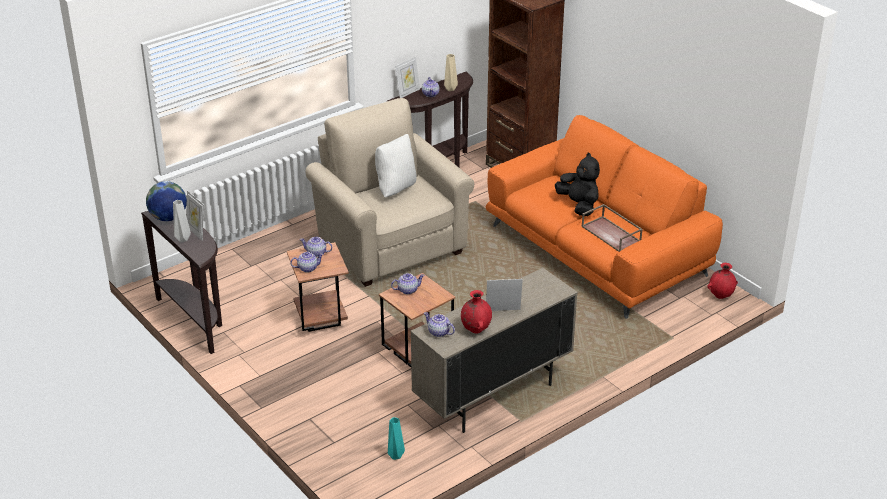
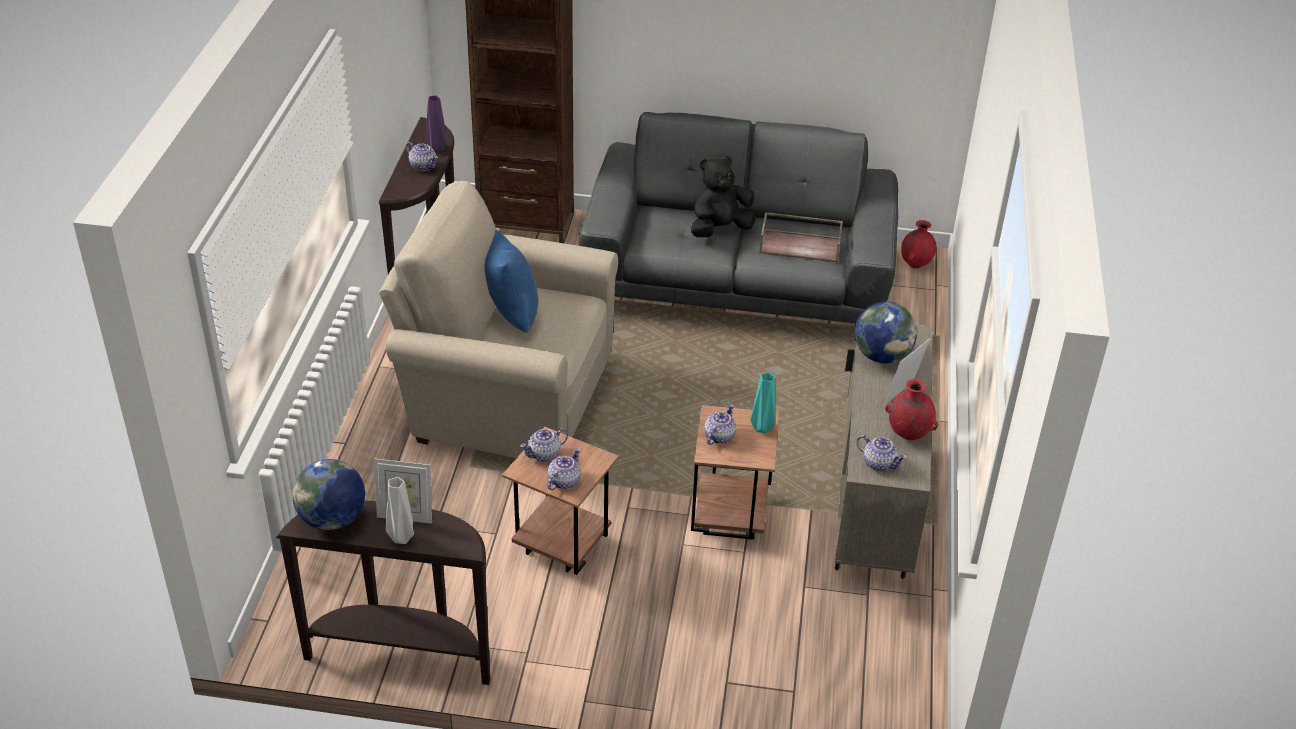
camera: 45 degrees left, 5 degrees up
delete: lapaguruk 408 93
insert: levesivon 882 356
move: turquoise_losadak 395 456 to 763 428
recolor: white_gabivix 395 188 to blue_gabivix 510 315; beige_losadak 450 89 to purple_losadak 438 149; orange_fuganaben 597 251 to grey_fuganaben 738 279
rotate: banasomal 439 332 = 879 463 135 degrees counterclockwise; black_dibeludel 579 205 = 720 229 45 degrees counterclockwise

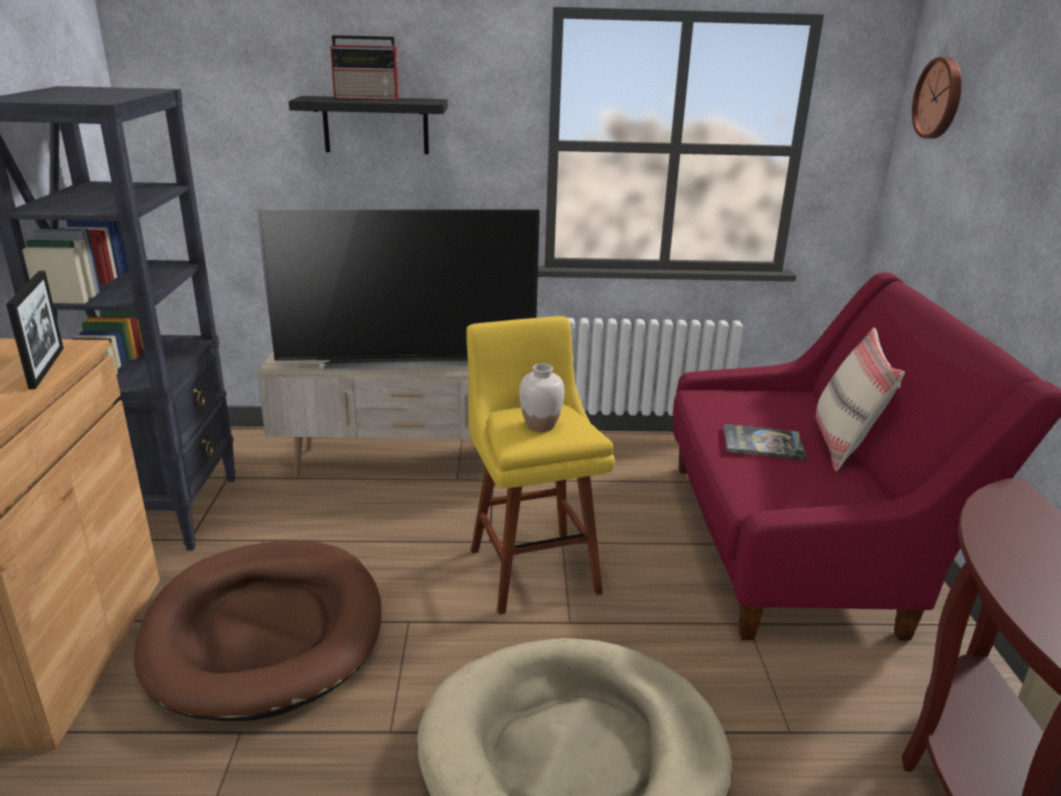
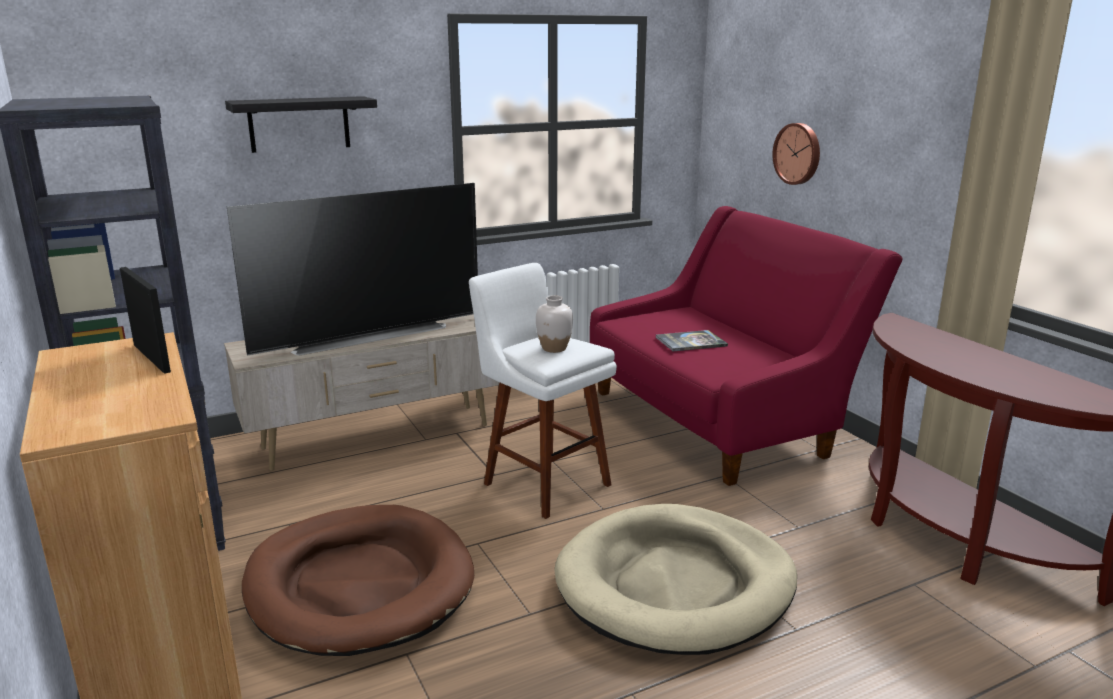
camera: 25 degrees left, 5 degrees down
delete: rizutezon 368 98; beige_gabivix 844 445
move: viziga 940 98 to 798 153
recolor: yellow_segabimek 532 566 to white_segabimek 542 482

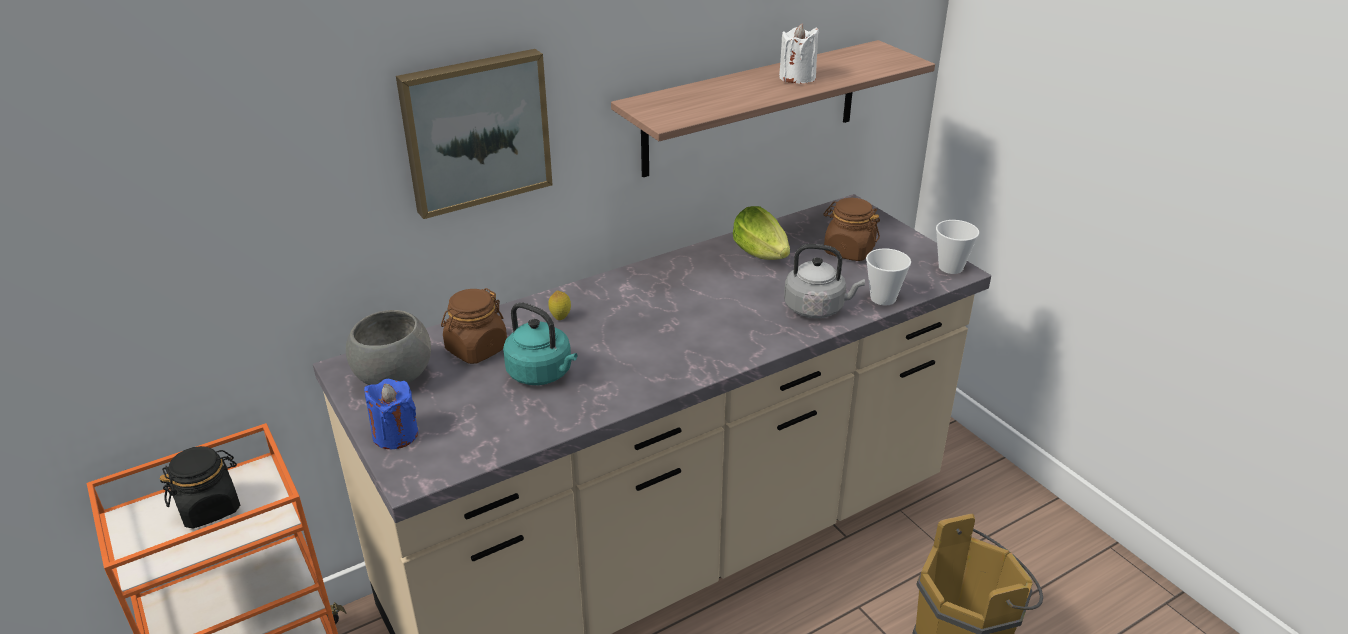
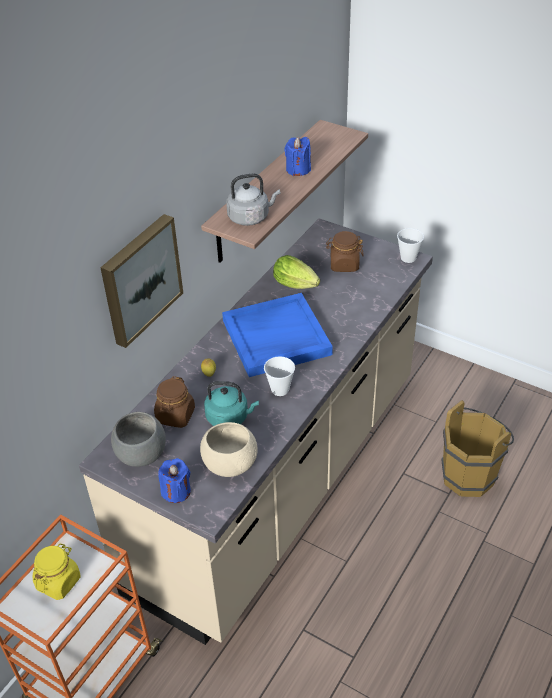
camera: 25 degrees left, 10 degrees up
insert: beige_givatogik 229 464; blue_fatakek 275 338
move: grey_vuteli 817 308 to 250 217; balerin 883 298 to 280 389
recolor: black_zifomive 210 508 to yellow_zifomive 58 581; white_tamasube 797 77 to blue_tamasube 298 169

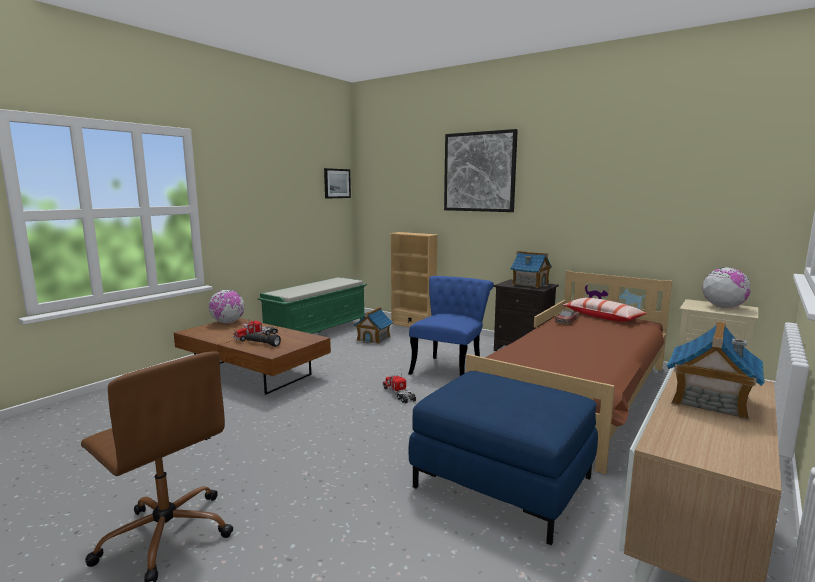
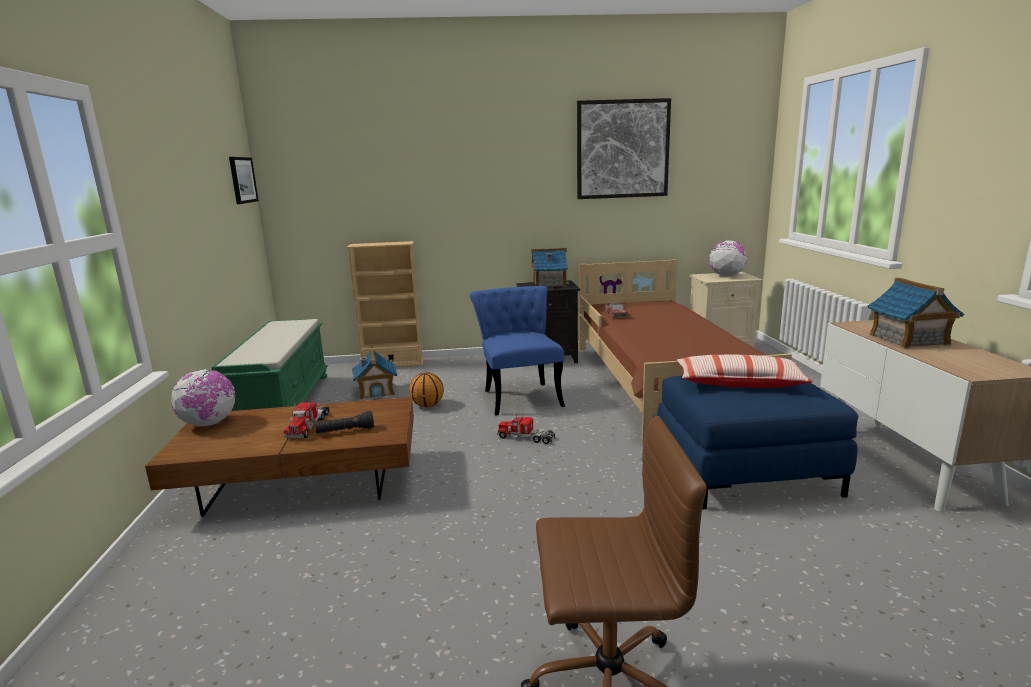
camera: 40 degrees left, 5 degrees up
insert: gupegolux 427 405
move: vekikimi 479 172 to 622 149; gabivix 602 317 to 739 383

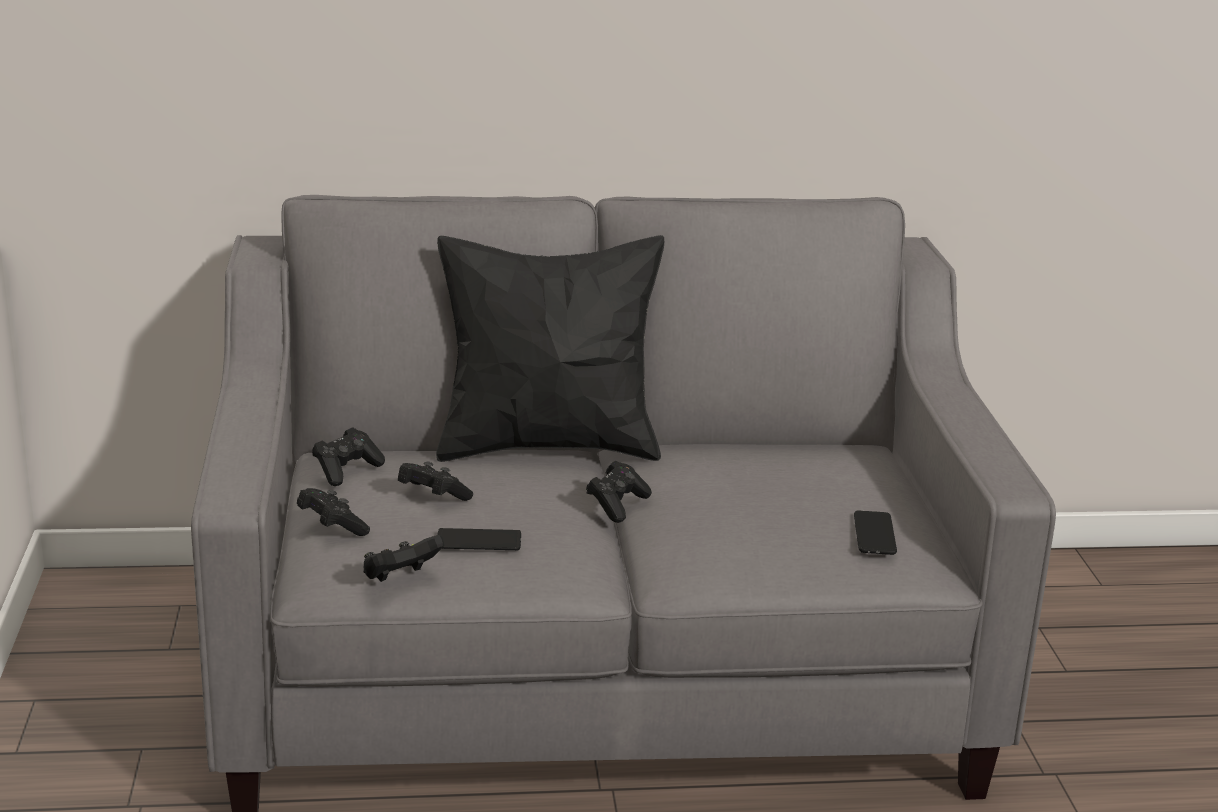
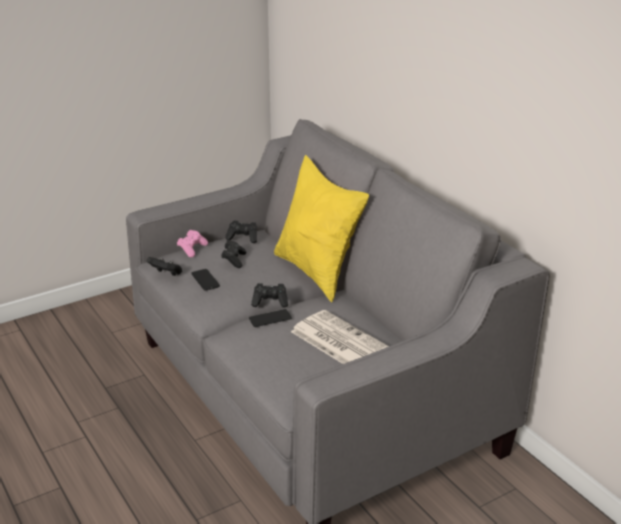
camera: 65 degrees right, 5 degrees up
insert: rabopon 338 341
move: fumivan 874 534 to 270 318
recolor: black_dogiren 331 527 to pink_dogiren 192 249; black_gabivix 548 445 to yellow_gabivix 317 272

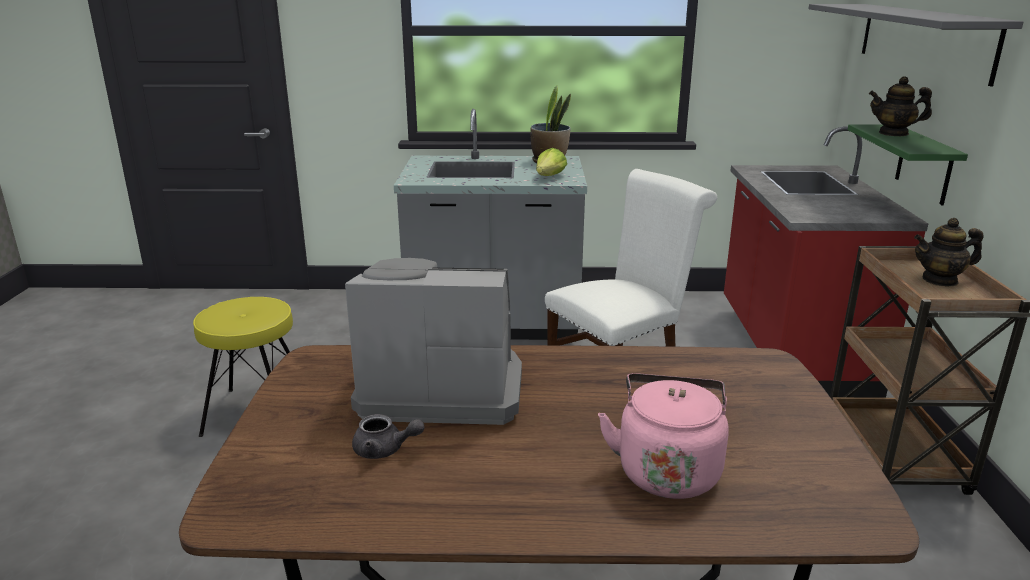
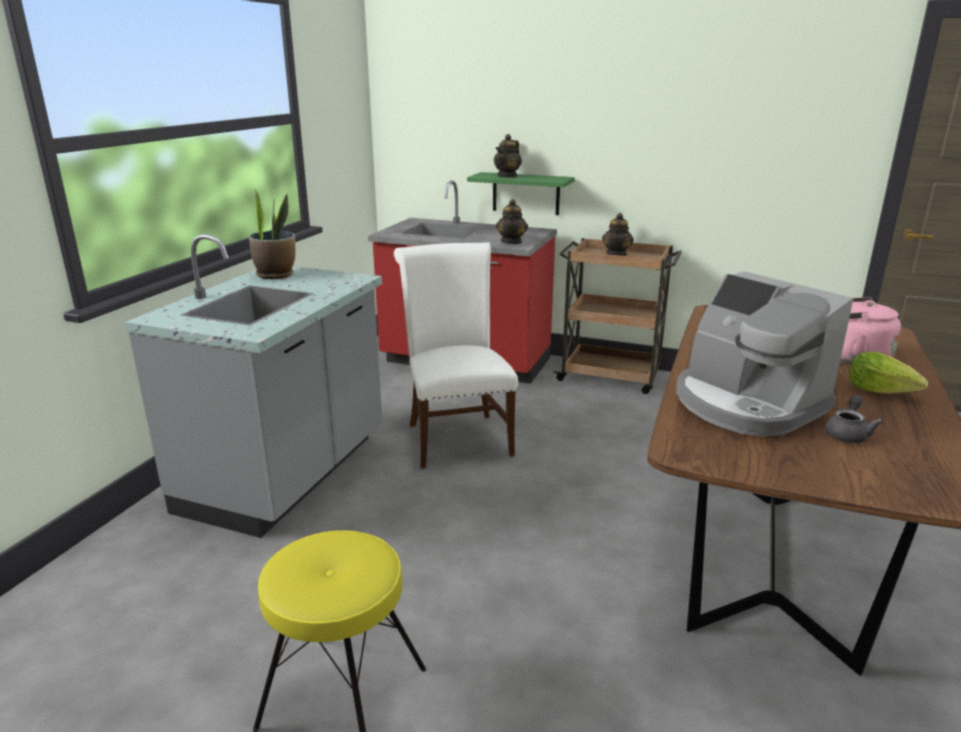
camera: 70 degrees left, 0 degrees up
delete: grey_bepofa 923 39
insert: banasomal 512 242
move: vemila 549 177 to 880 391
rotate: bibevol 440 388 = 746 404 60 degrees counterclockwise

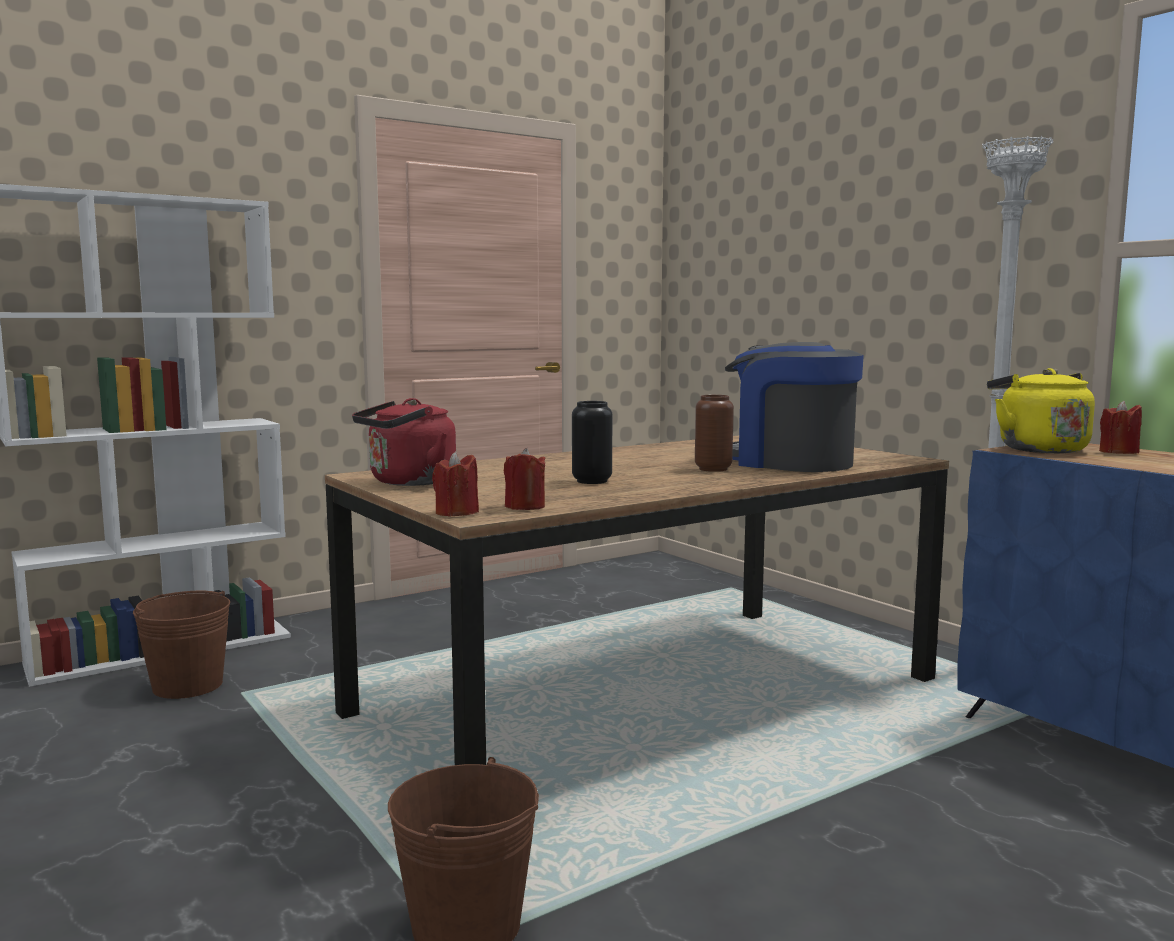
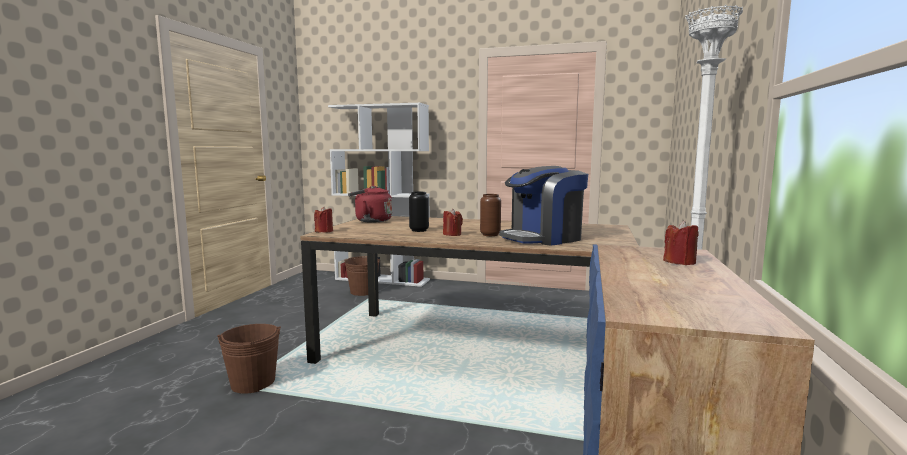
camera: 50 degrees right, 0 degrees up
delete: yellow_vuteli 1037 449
move: red_tamasube 525 506 to 452 234
rotate: bibevol 789 462 = 543 238 120 degrees counterclockwise

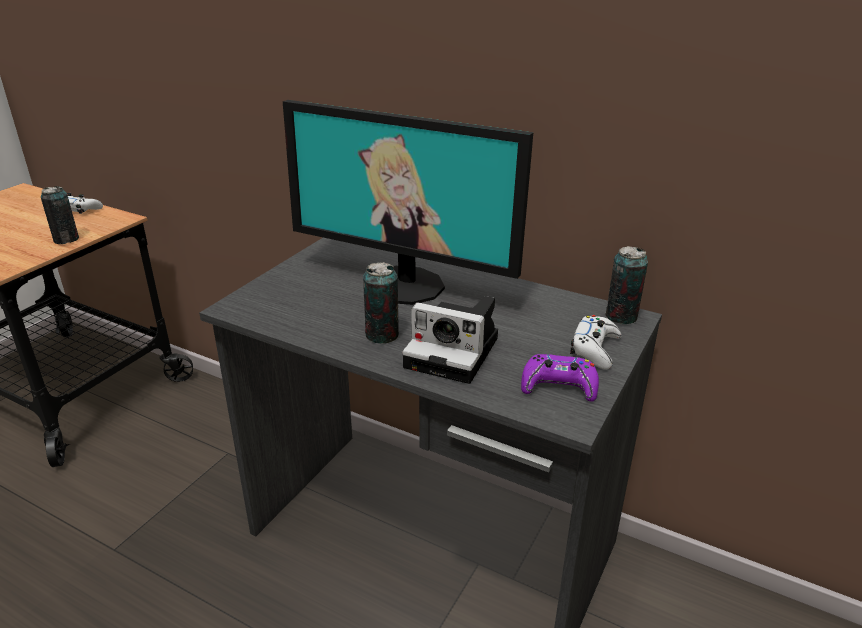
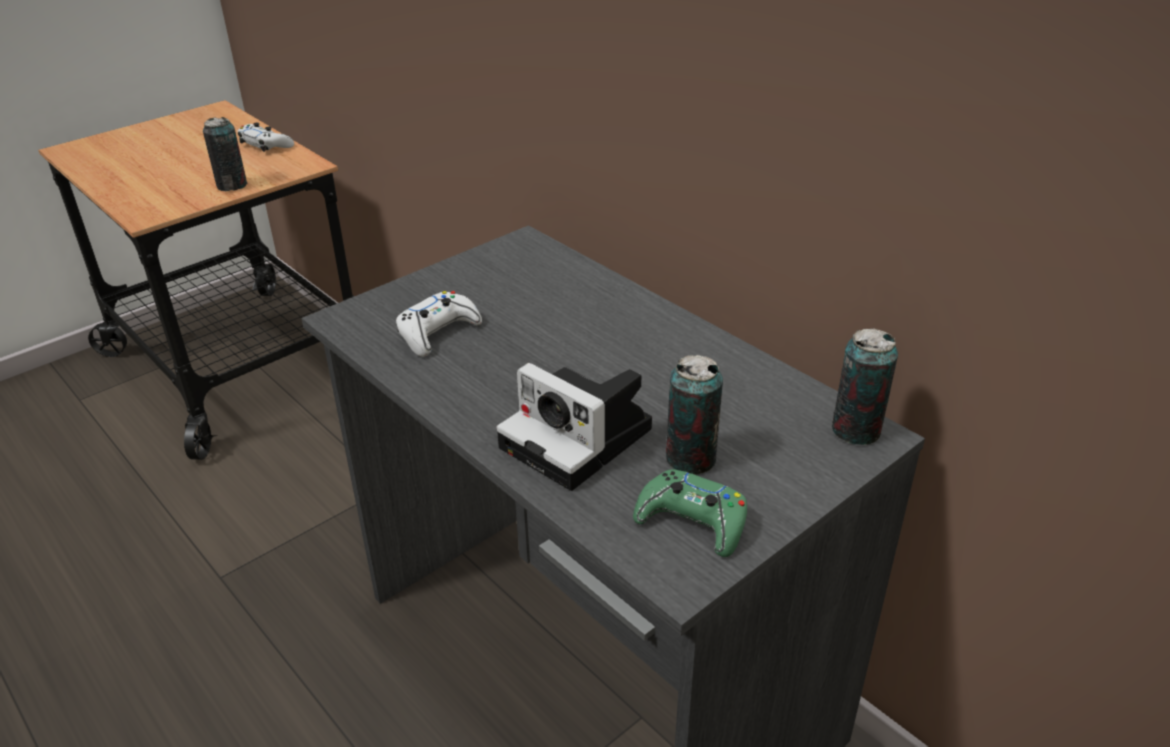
camera: 20 degrees right, 5 degrees up
delete: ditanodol 405 284
move: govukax 382 335 to 690 459; white_dogiren 594 349 to 437 332
recolor: purple_dogiren 559 386 to green_dogiren 692 521

